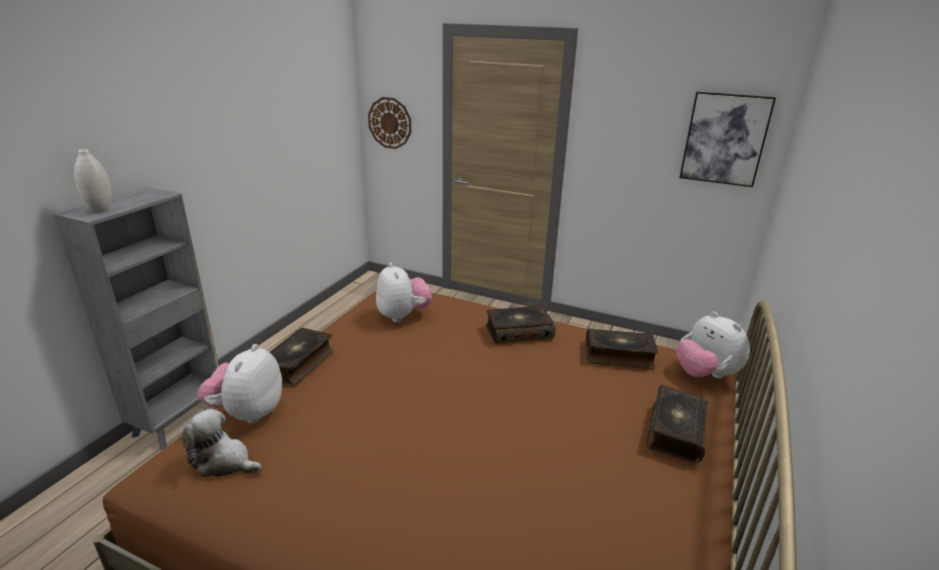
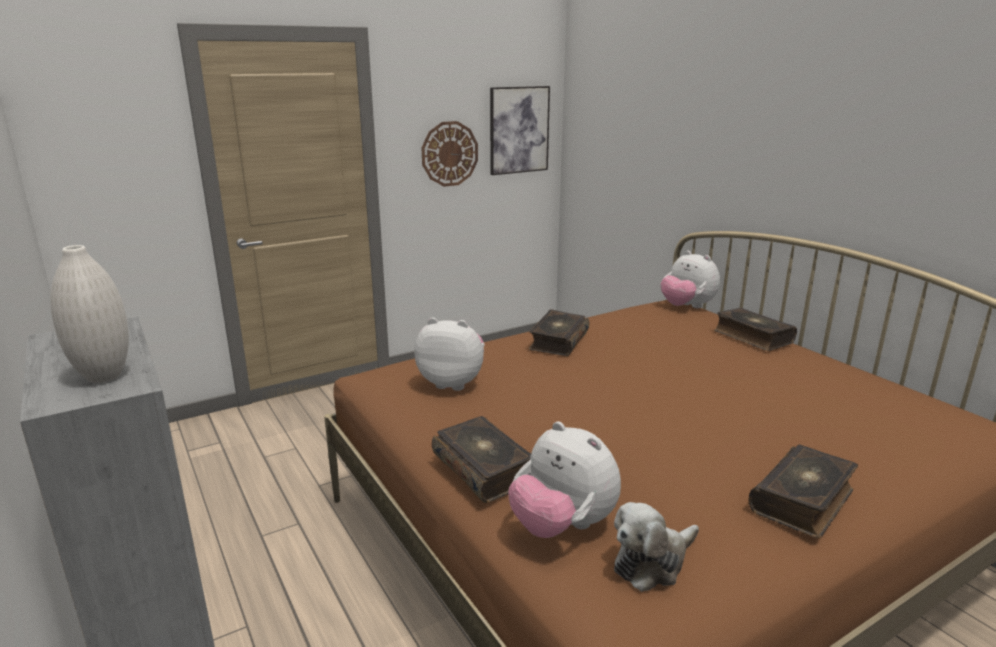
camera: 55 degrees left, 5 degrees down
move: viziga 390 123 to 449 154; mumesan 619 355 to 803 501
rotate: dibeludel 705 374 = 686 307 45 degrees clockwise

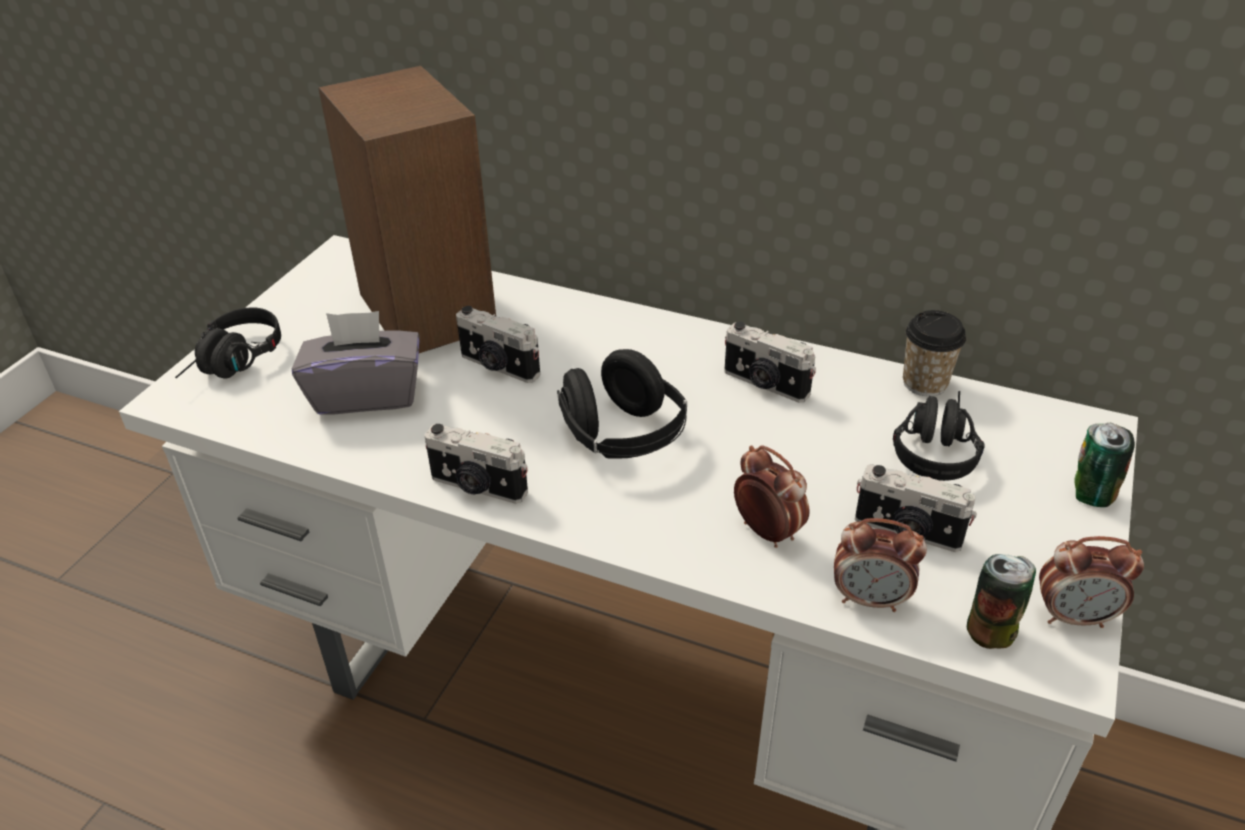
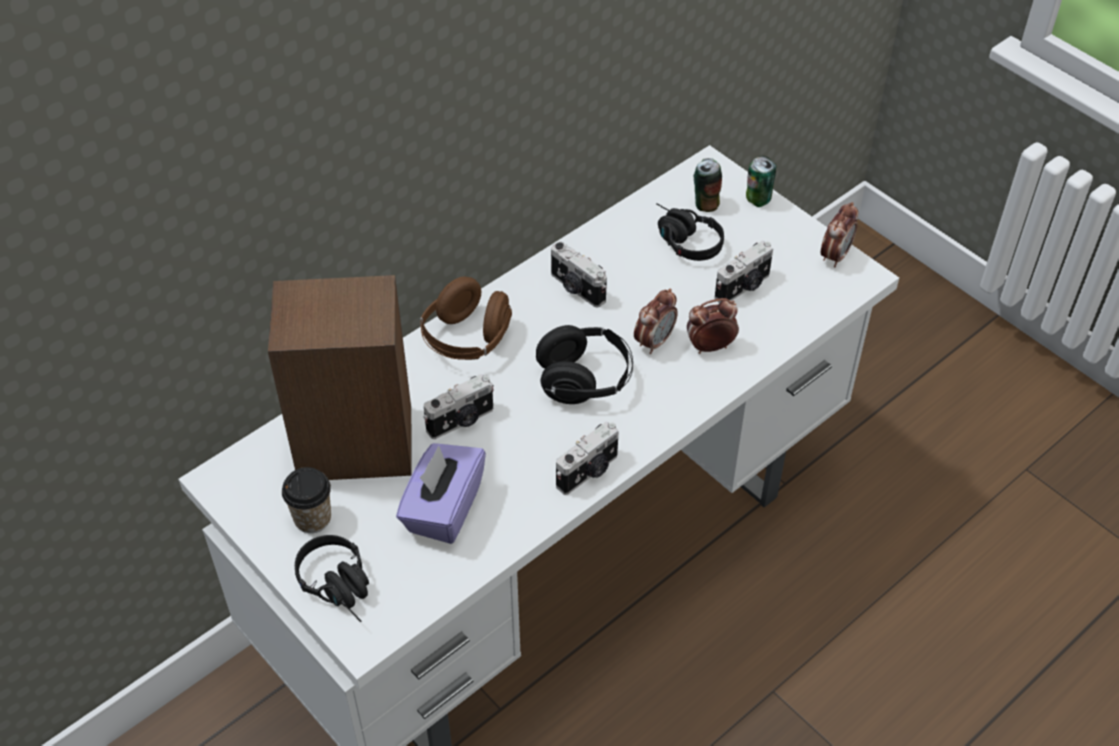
camera: 65 degrees left, 10 degrees up
insert: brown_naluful 467 339
move: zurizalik 870 599 to 654 341; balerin 924 383 to 312 518; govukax 991 630 to 705 203
recolor: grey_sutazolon 367 394 to purple_sutazolon 443 509
rotate: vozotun 765 384 = 576 288 75 degrees clockwise

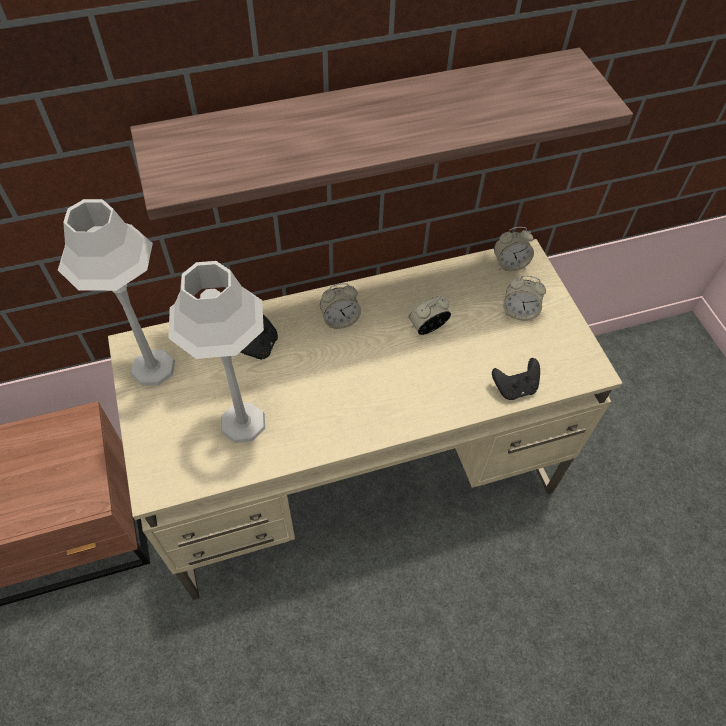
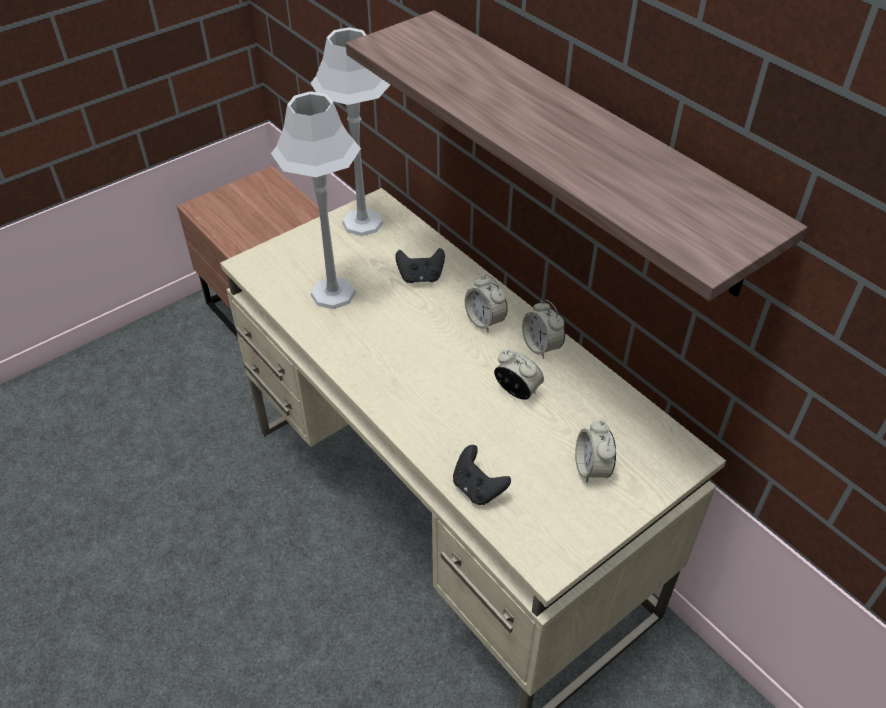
camera: 70 degrees right, 10 degrees down
move: zurizalik 509 264 to 541 346

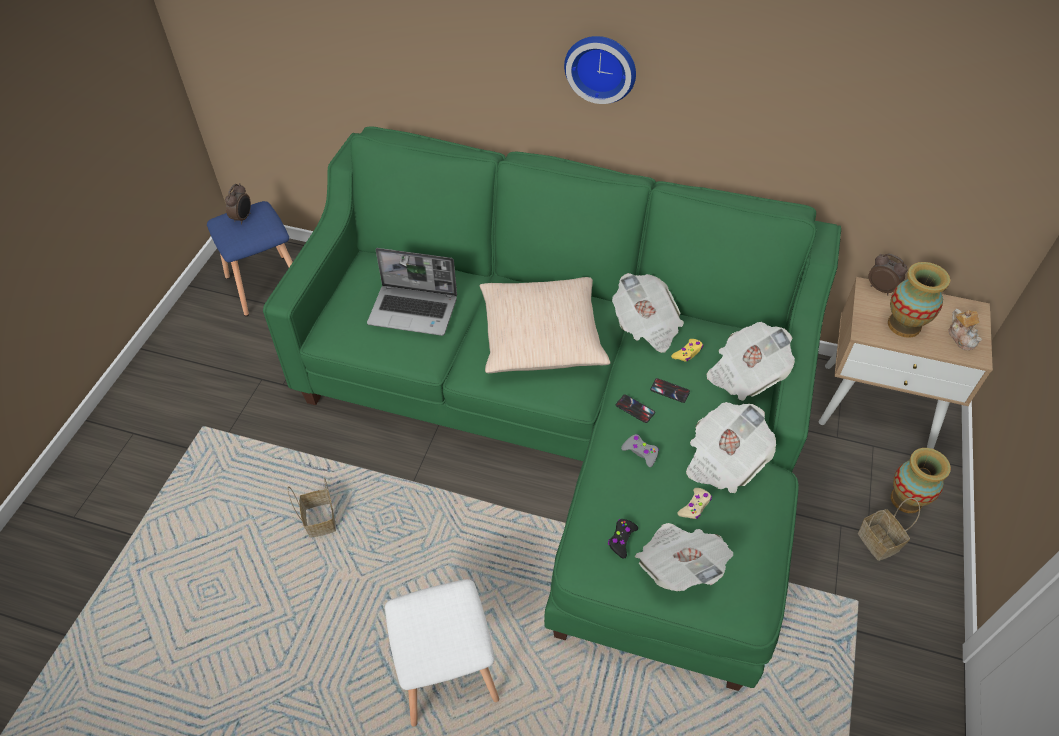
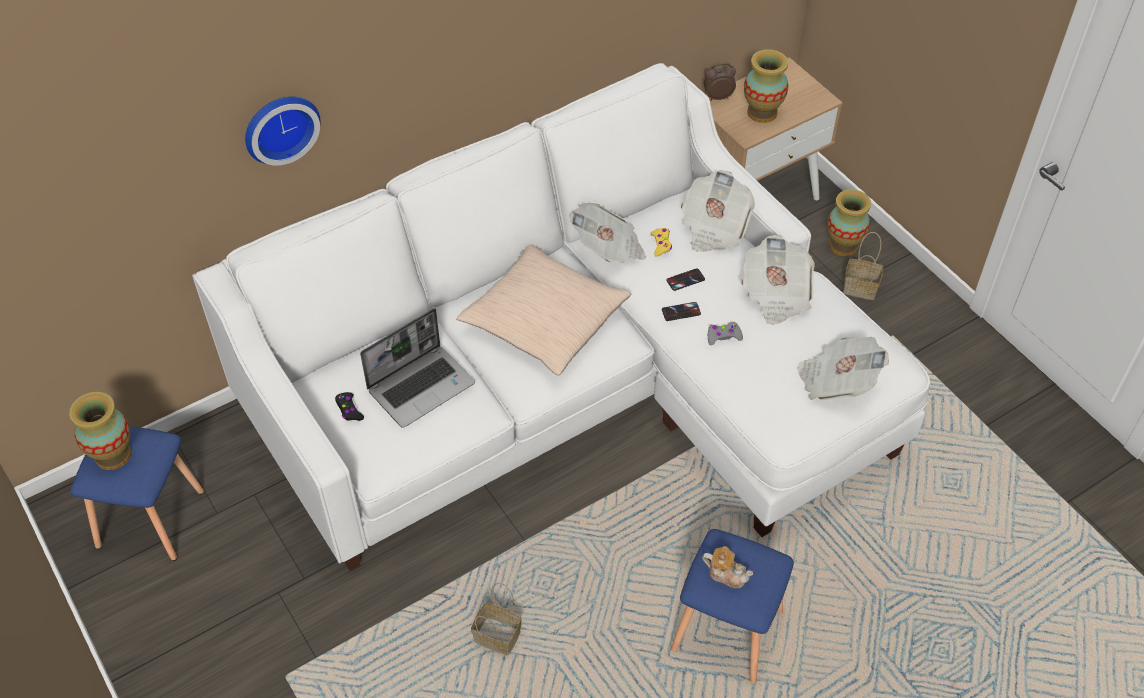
camera: 50 degrees left, 0 degrees up
delete: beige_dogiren 694 506
move: viziga 601 67 to 279 126; black_dogiren 621 539 to 349 410; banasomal 961 337 to 726 574
replace: zurizalik 243 218 to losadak 112 455
recolor: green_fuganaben 570 420 to white_fuganaben 575 389; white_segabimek 447 669 to blue_segabimek 726 628

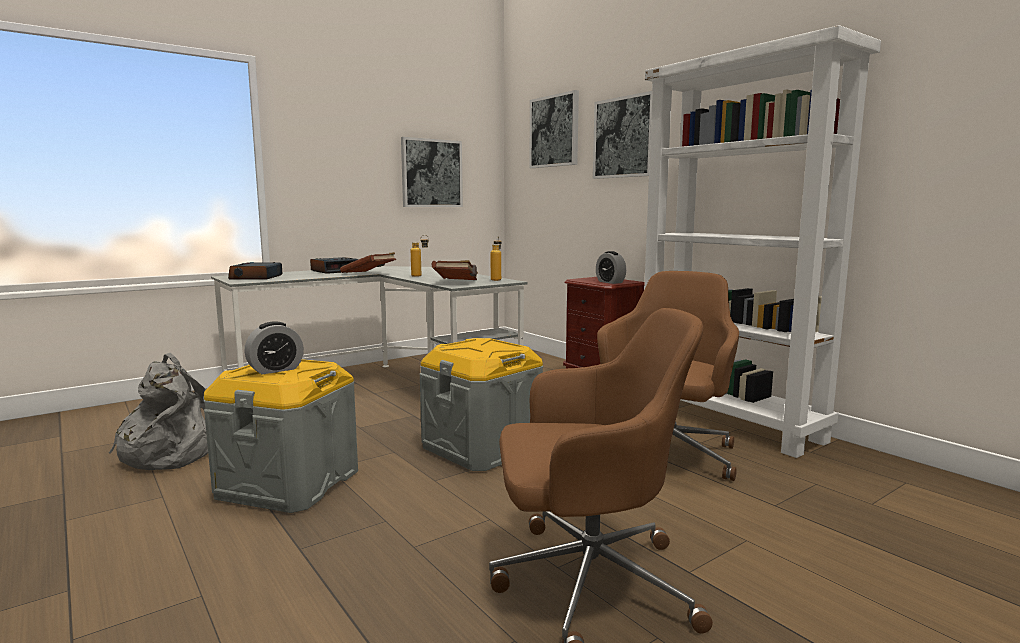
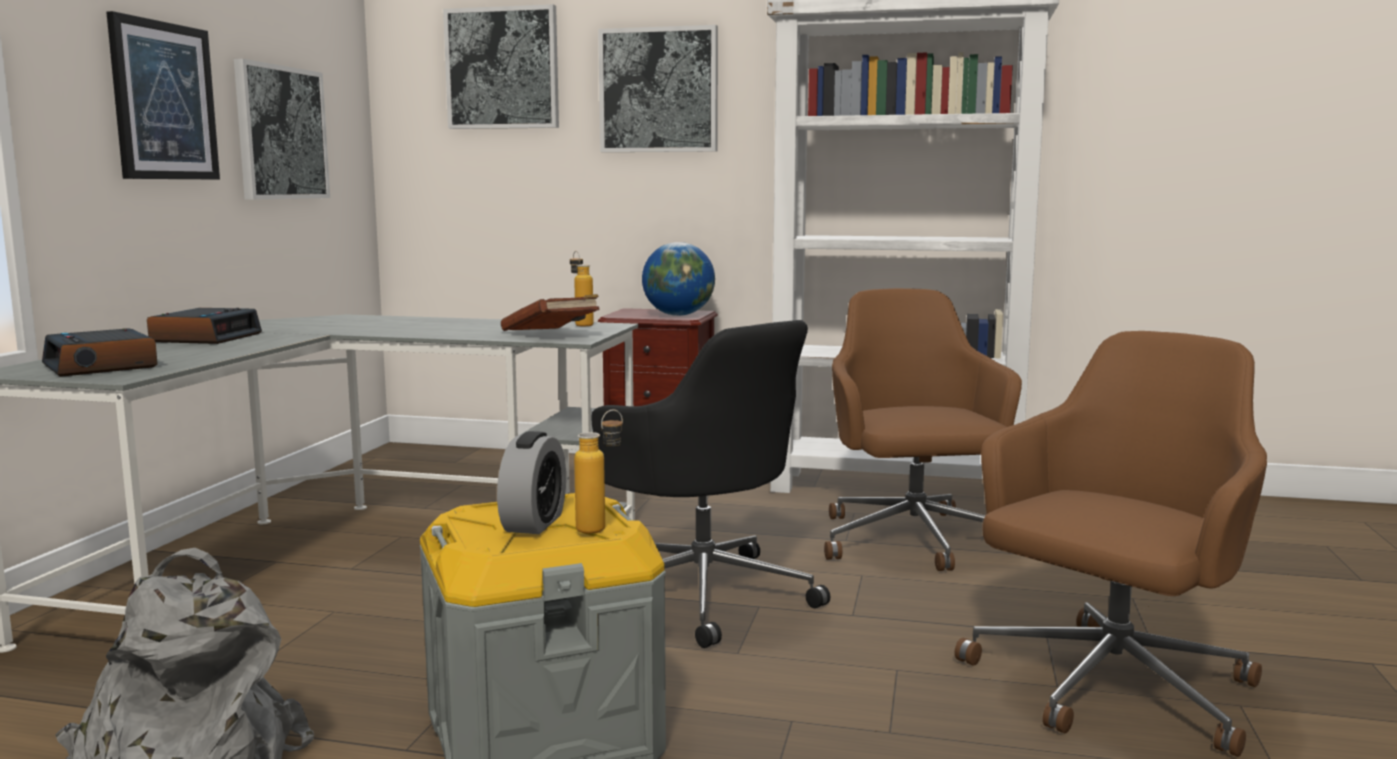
camera: 40 degrees left, 0 degrees up
delete: brown_mumesan 369 274
insert: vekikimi 164 101
move: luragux 420 276 to 601 527
replace: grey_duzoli 482 448 to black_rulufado 703 594; zurizalik 610 282 to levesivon 678 315

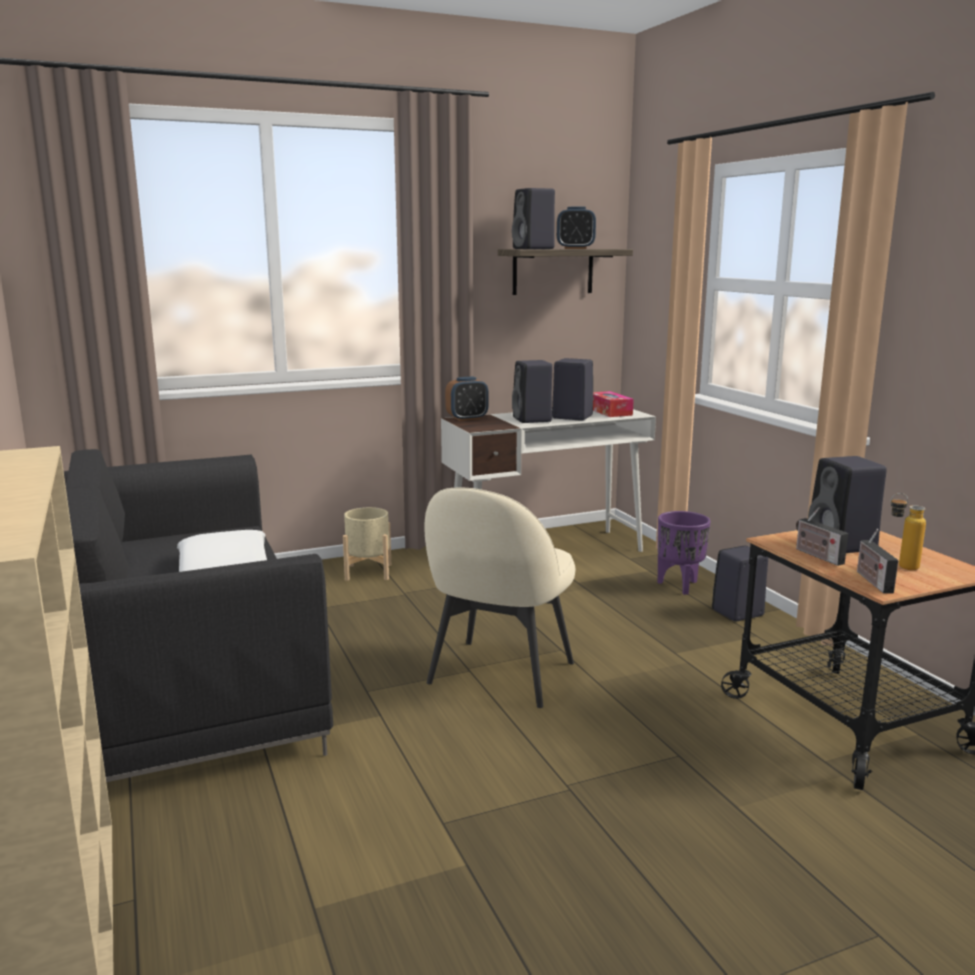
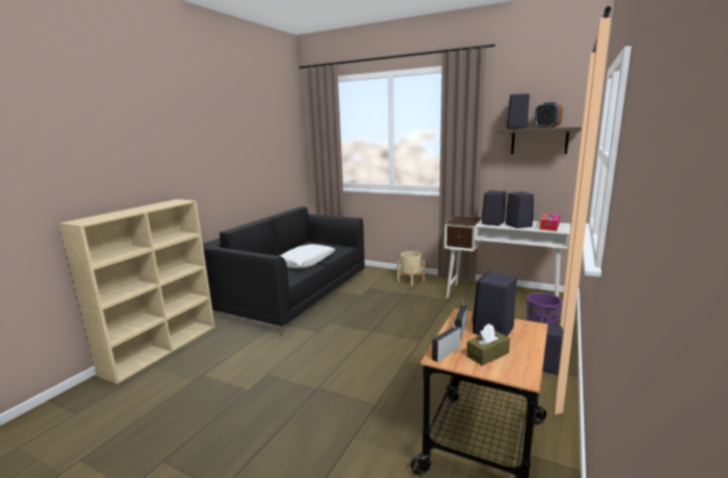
camera: 50 degrees right, 0 degrees up
delete: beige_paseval 499 675; zurizalik 467 418
replace: luragux 900 567 to brown_sutazolon 487 354

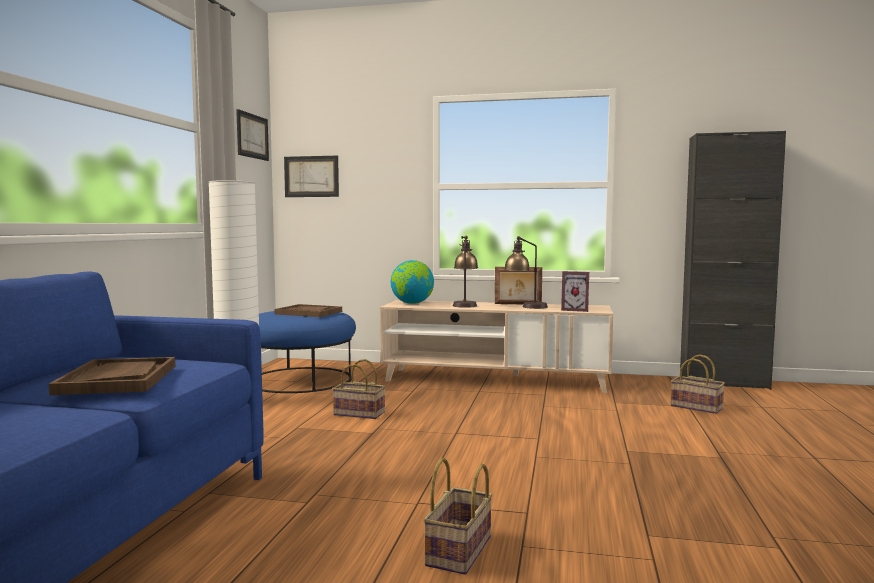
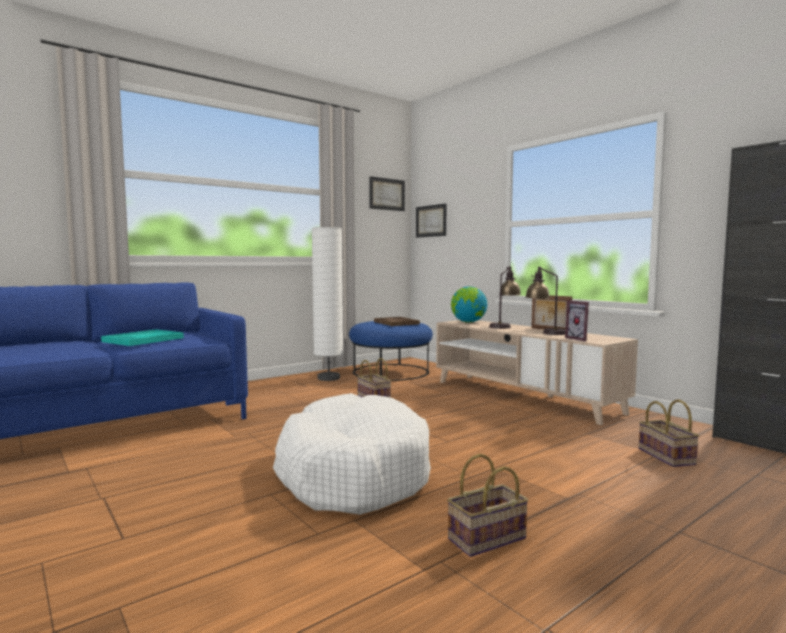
camera: 40 degrees right, 0 degrees up
insert: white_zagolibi 352 473
move: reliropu 460 552 to 486 540
recolor: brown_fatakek 117 379 to turquoise_fatakek 143 340

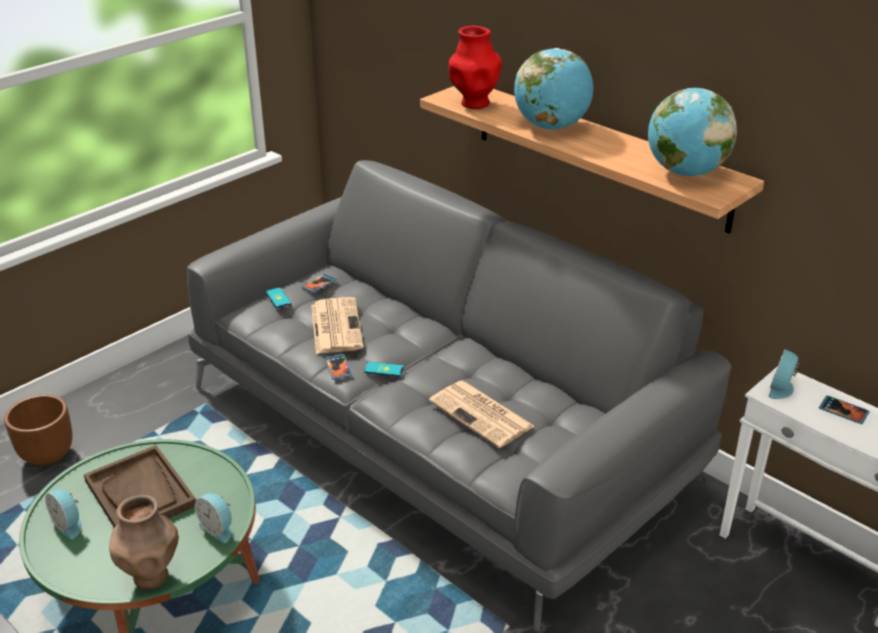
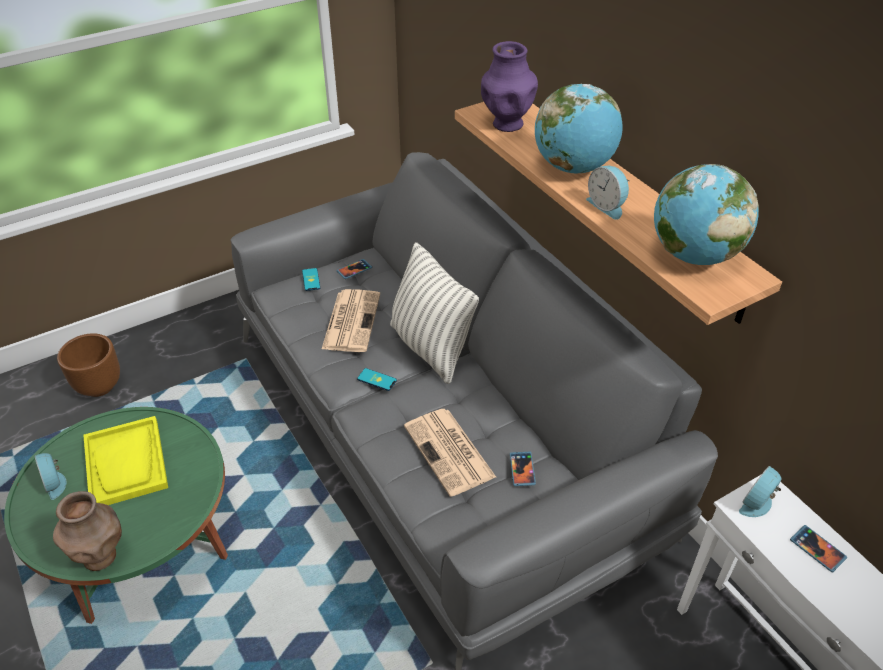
camera: 15 degrees right, 10 degrees up
insert: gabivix 430 348
move: zurizalik 218 528 to 607 206; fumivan 338 368 to 522 469
recolor: brown_fatakek 140 493 to yellow_fatakek 126 463; red_losadak 474 104 to purple_losadak 506 124

